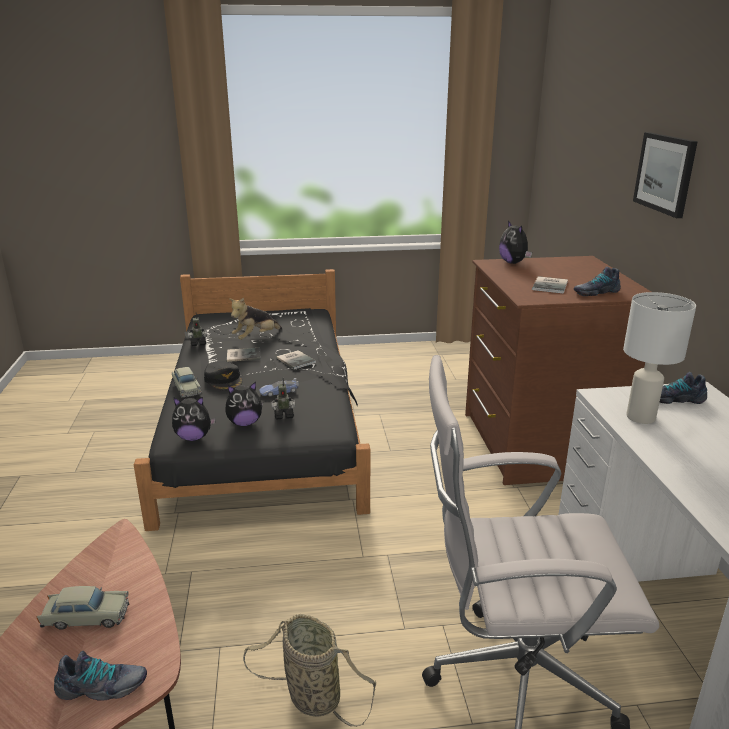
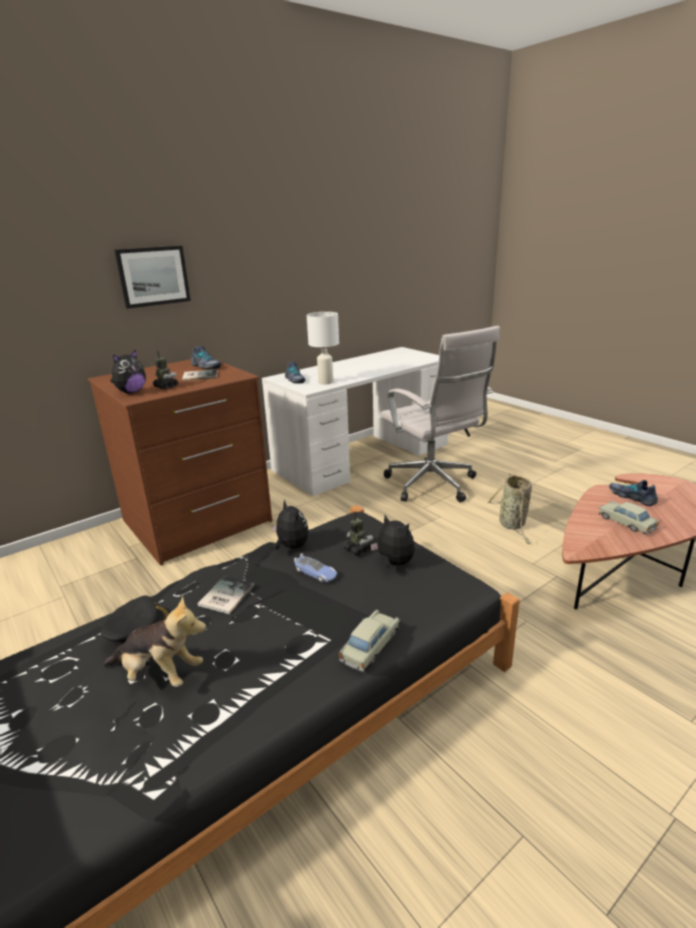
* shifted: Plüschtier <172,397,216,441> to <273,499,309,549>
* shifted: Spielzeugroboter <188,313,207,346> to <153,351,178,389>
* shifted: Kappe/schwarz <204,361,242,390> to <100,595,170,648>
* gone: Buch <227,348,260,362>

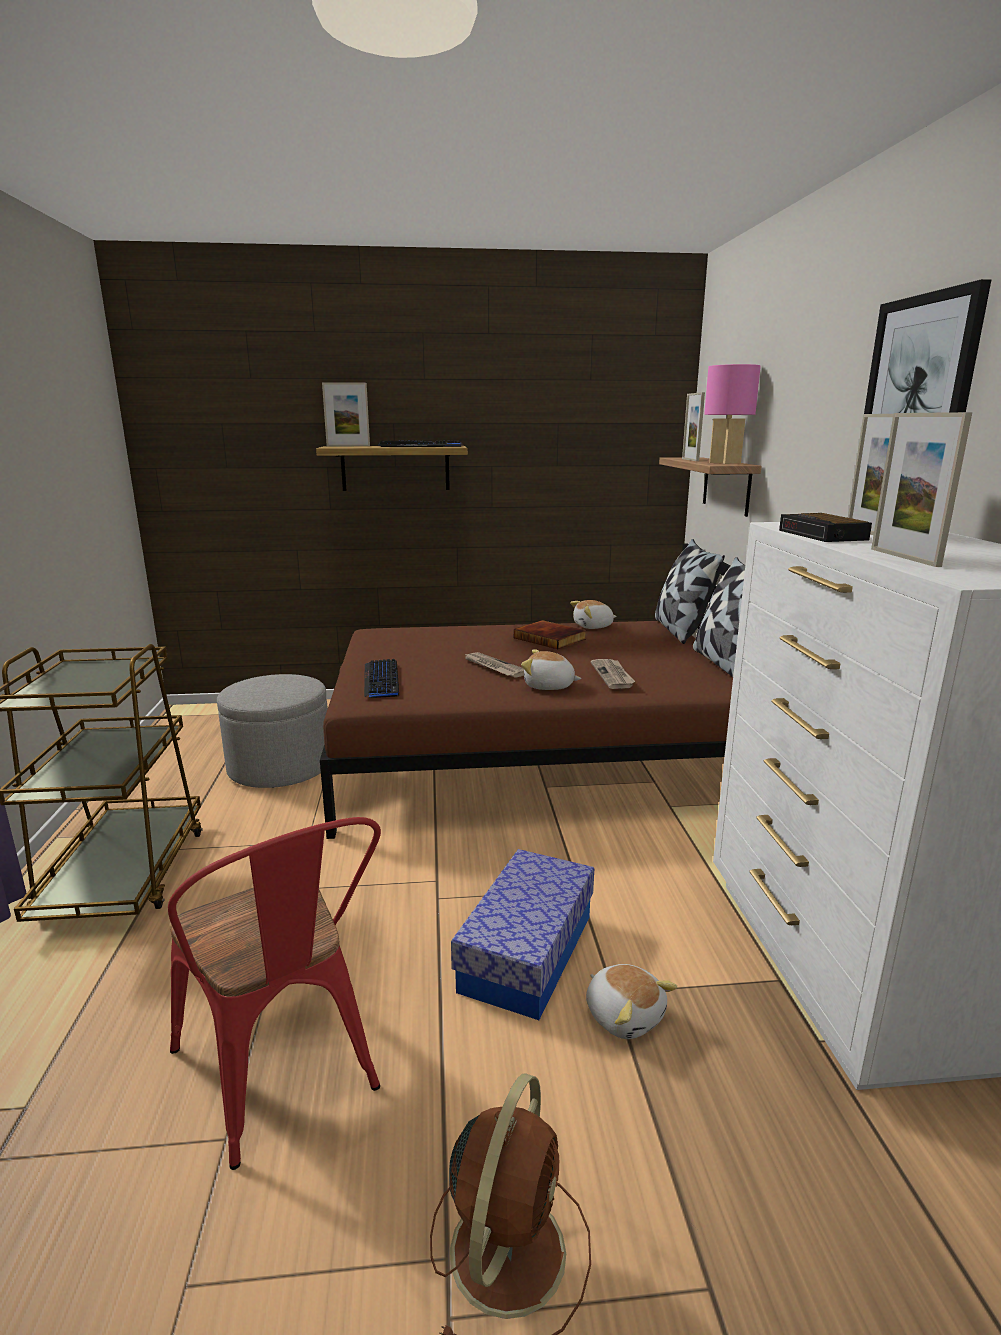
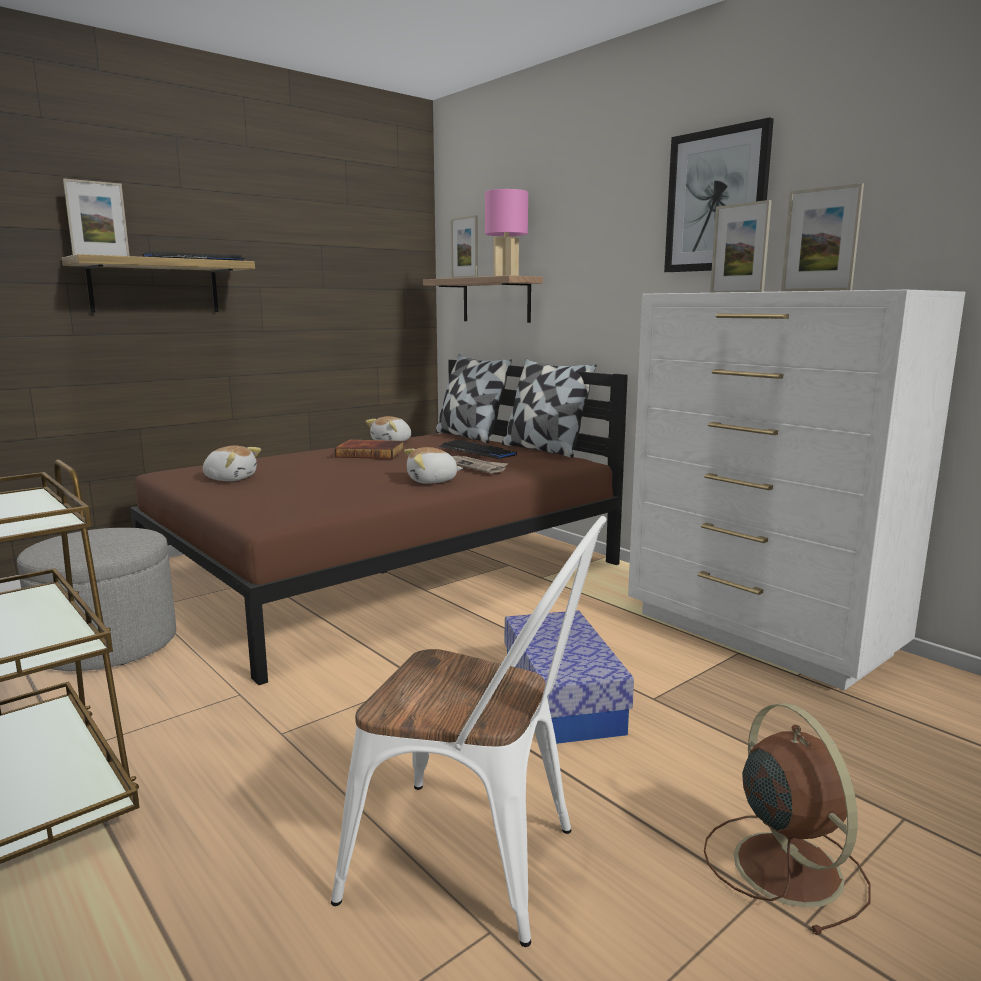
* repainted: Stuhl/rot <168,817,381,1170> to Stuhl/weiß <331,516,606,947>
* shifted: Tastatur <364,659,399,698> to <439,440,517,459>
* gone: Zeitung <464,652,524,678>
* shifted: Plüschtier <586,964,677,1039> to <203,445,261,481>
* gone: Wecker <779,513,872,542>

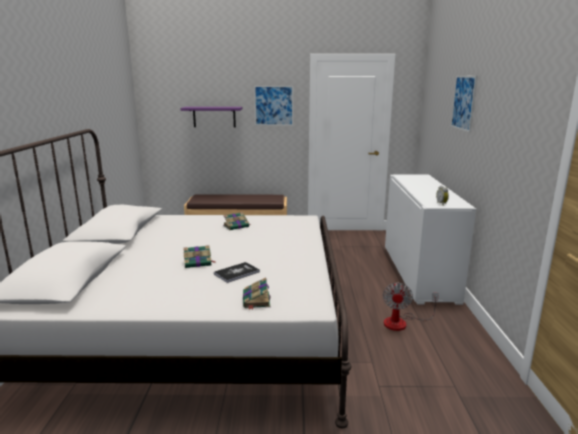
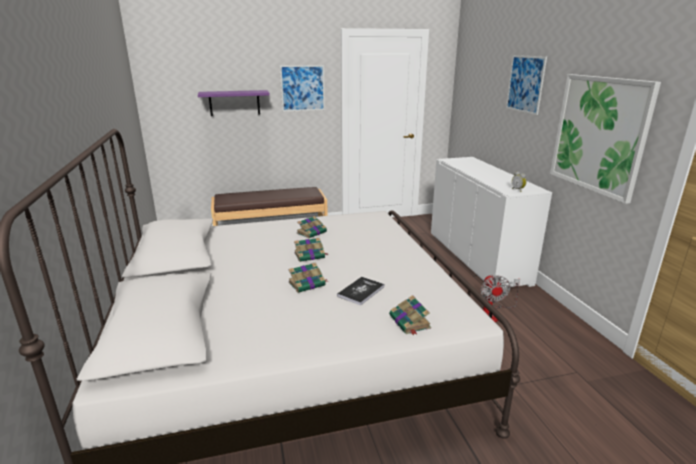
* new: Buch <294,238,329,262>
* new: Bild <550,74,661,204>

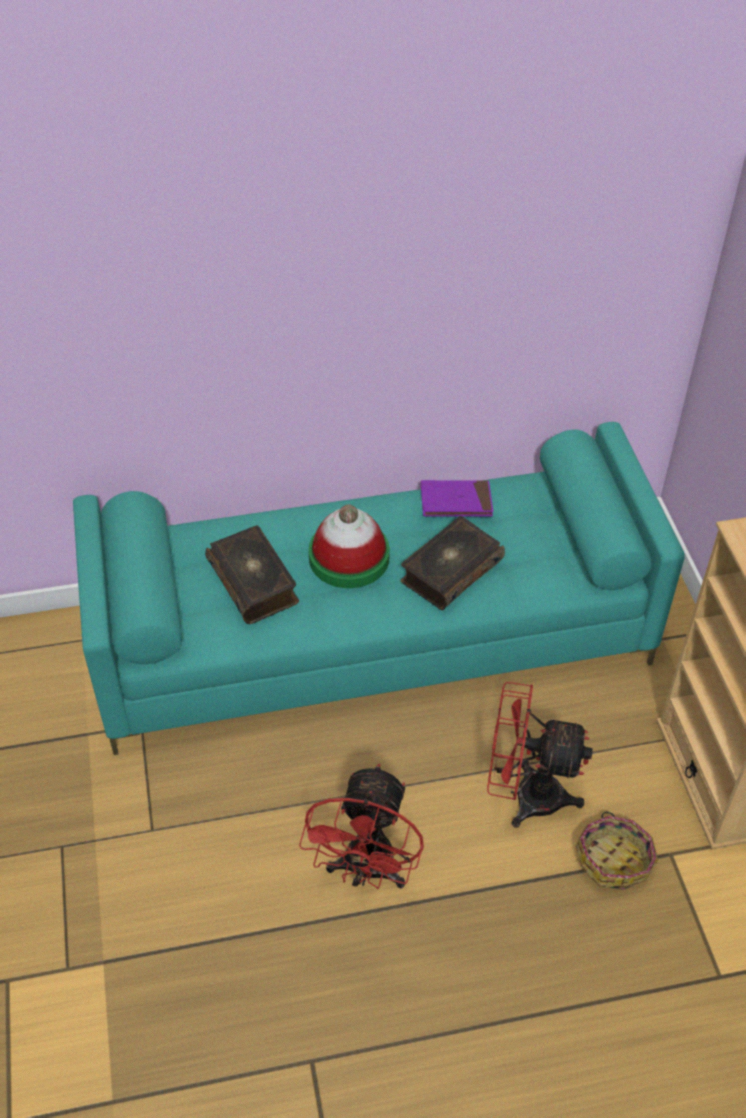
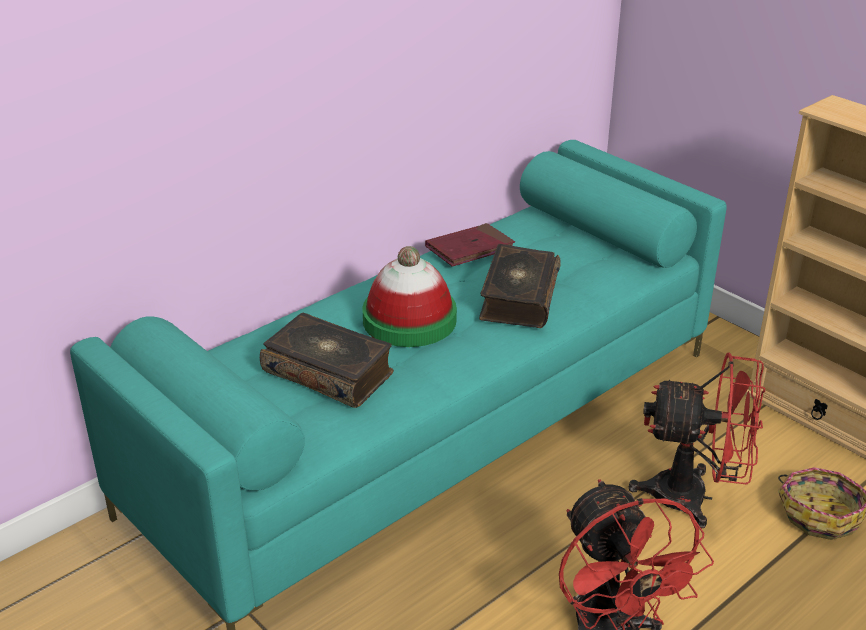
* repainted: Buch/lila <421,480,493,517> to Buch/rot <425,223,515,266>
* rotated: Ventilator/rot <487,682,593,828> = <629,353,765,528> 150 degrees counterclockwise

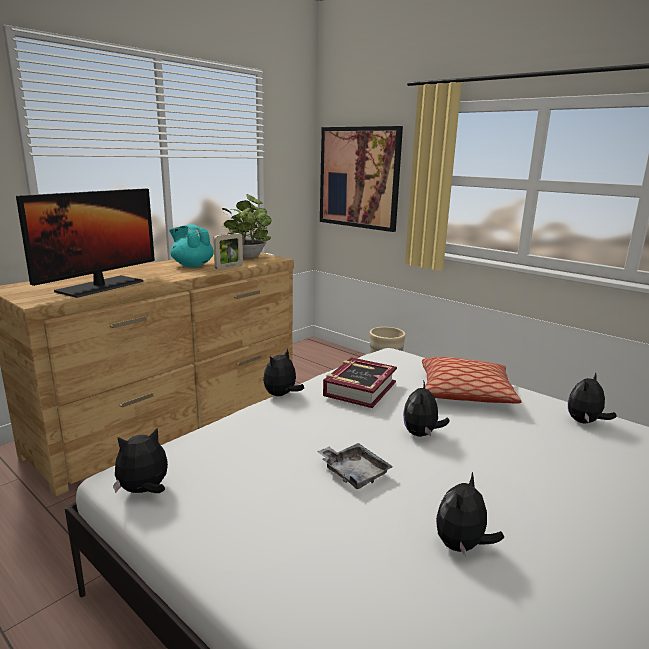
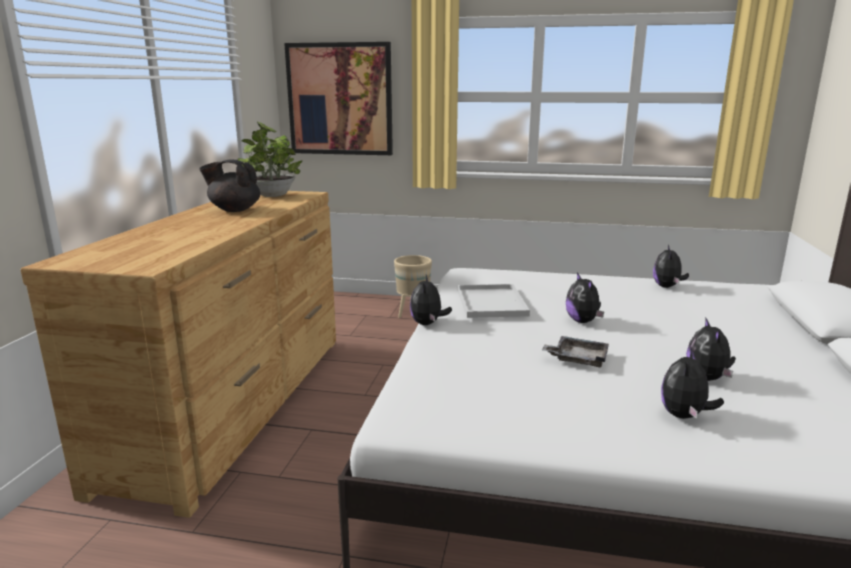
* gone: Monitor <16,188,155,298>
* shifted: Plüschtier <113,428,168,493> to <661,348,724,419>
* repainted: Teekanne/türkis <169,224,214,267> to Teekanne/schwarz <199,160,260,212>
* gone: Bilderrahmen <213,233,243,269>
* swapped: Buch <323,357,397,408> to Tablett/weiß <457,284,530,318>
* gone: Kissen <422,357,522,404>

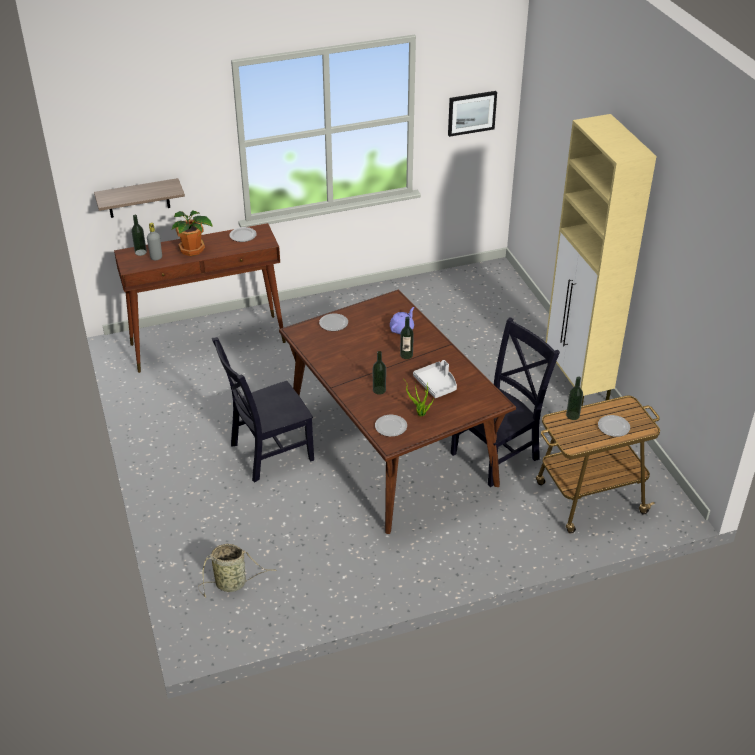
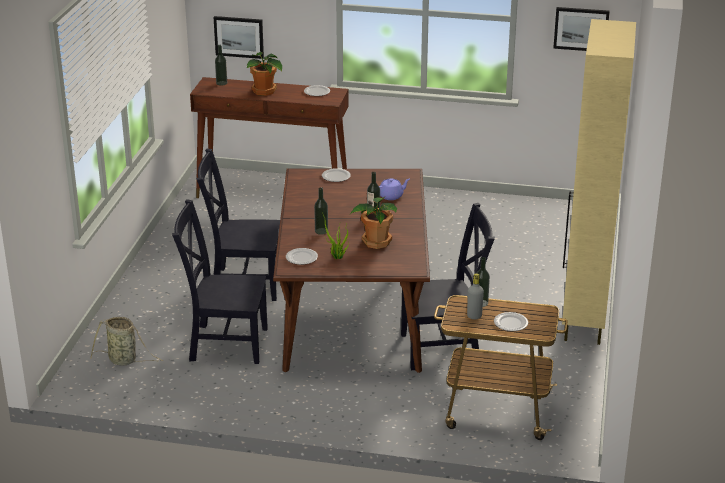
* swapped: Wandregal <94,178,185,218> to Bild <214,16,264,59>
* shifted: Flasche/grau <147,223,162,260> to <467,273,484,319>
* swapped: Tablett/grau <413,360,457,398> to Topfpflanze <350,196,397,249>
* new: Stuhl/schwarz <172,199,268,364>

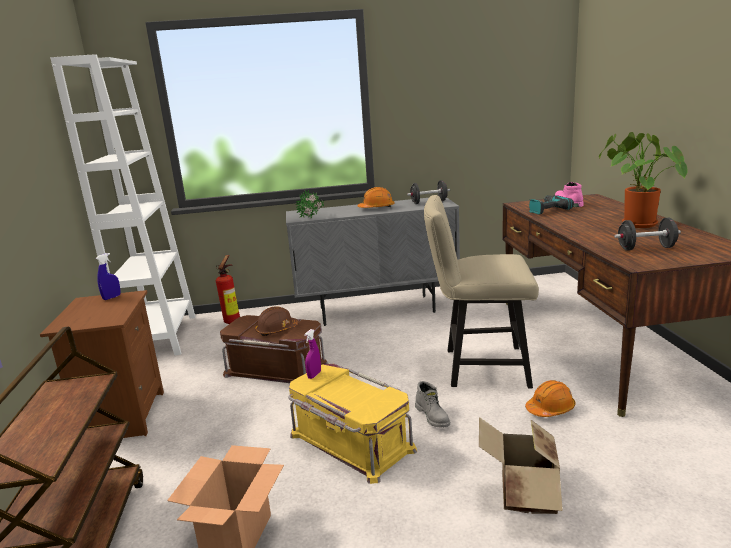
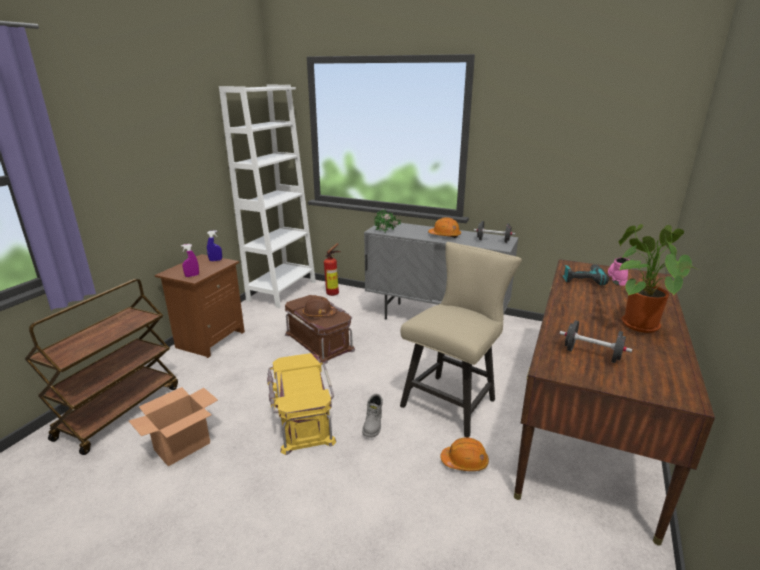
* shifted: Sprühflasche/lila <304,329,321,379> to <181,244,199,277>
* rotated: Stuhl/beige <424,195,539,388> = <400,242,522,438> 90 degrees clockwise
* gone: Karton <479,417,563,514>

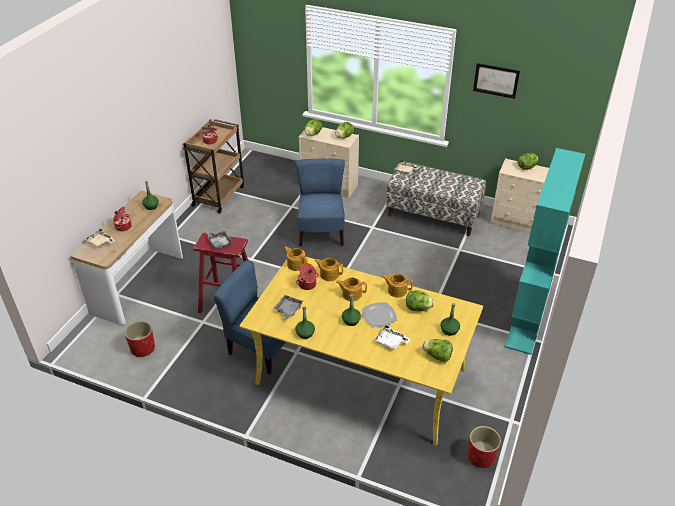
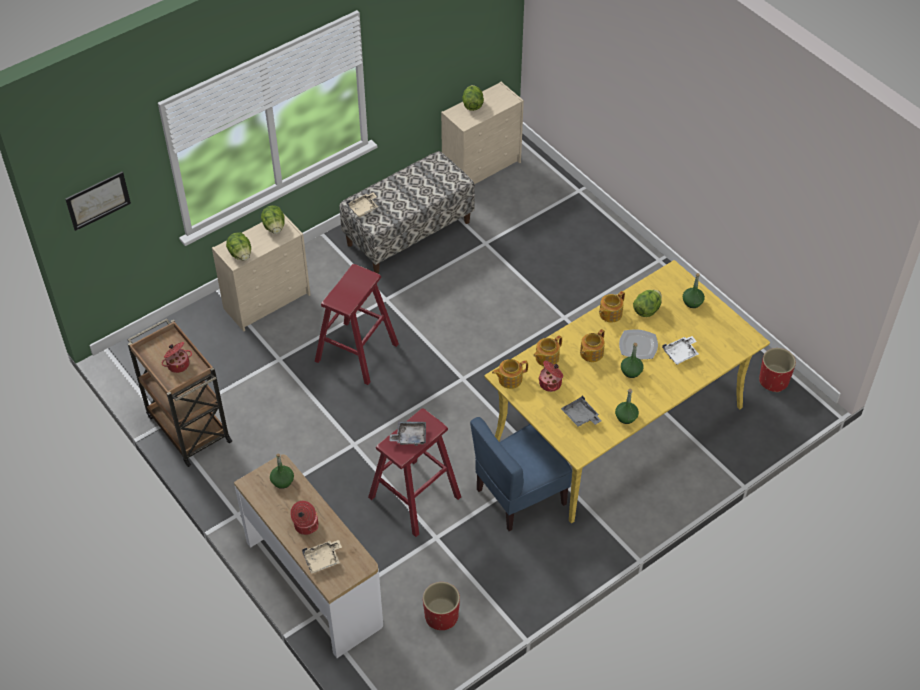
* swapped: Stuhl/blau <296,159,345,246> to Hocker/rot <315,264,399,385>
* gone: Salatkopf <422,339,453,362>
* shifted: Bild <473,63,520,99> to <65,172,131,231>
* gone: Bücherregal/türkis <505,148,585,355>

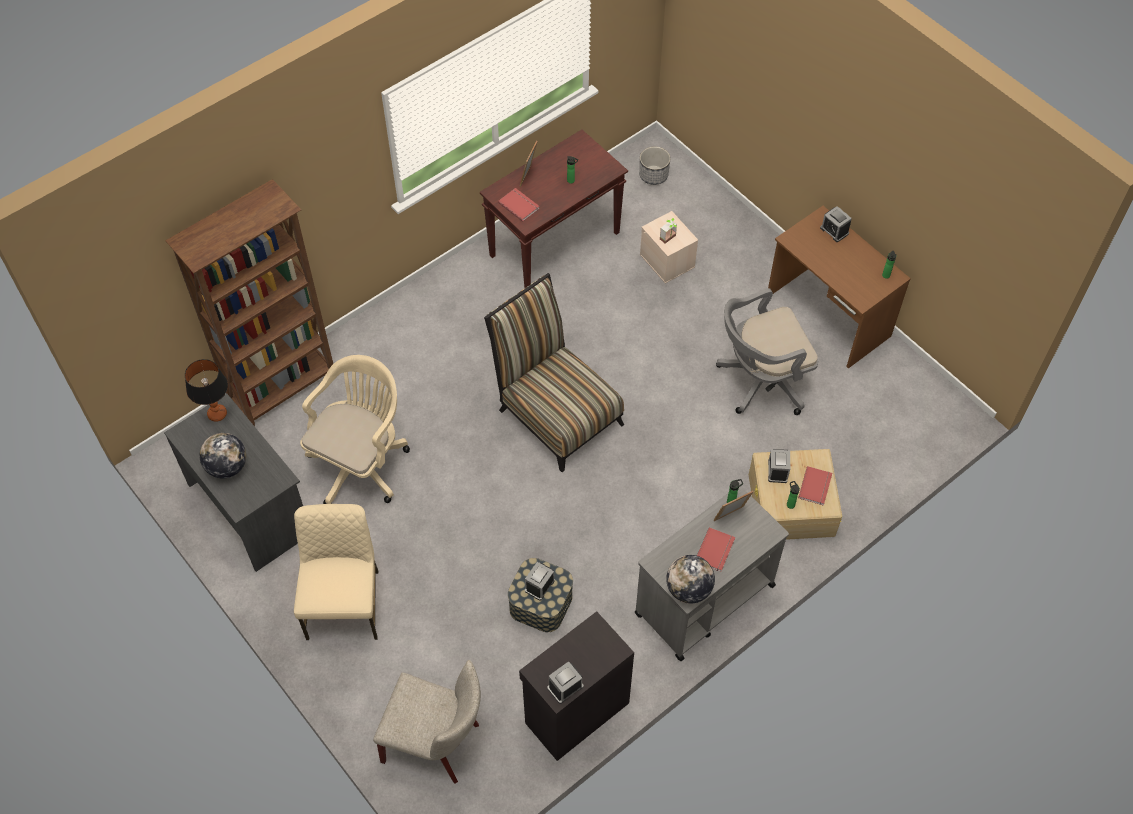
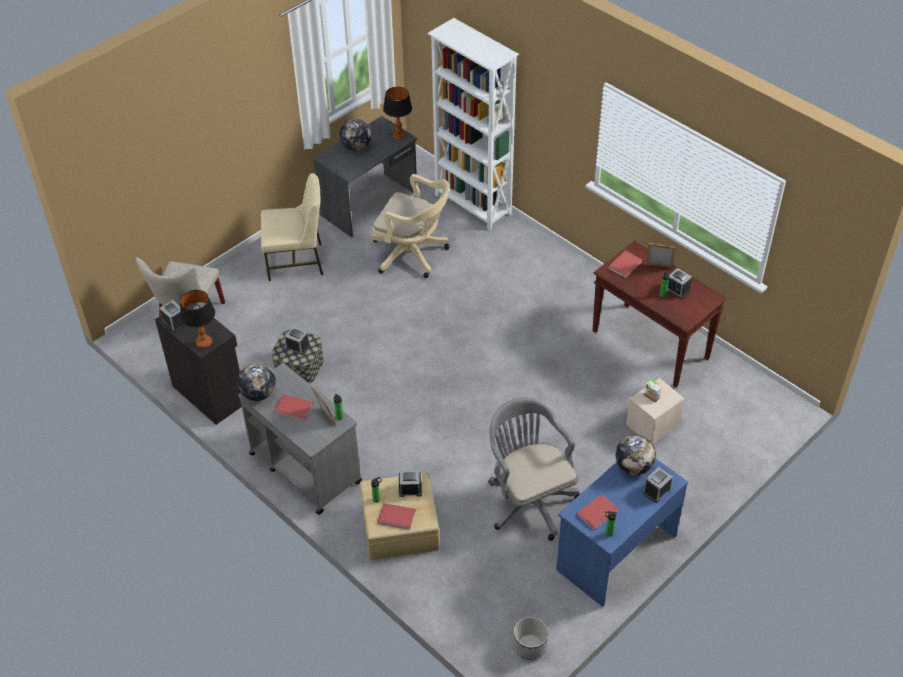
* repainted: Bücherregal/braun <165,179,333,426> to Bücherregal/weiß <427,18,519,231>
* gone: Stuhl <484,273,624,472>
* shifted: Pflanzkübel <639,146,670,185> to <514,617,548,660>
* repainted: Schreibtisch/braun <768,206,911,369> to Schreibtisch/blau <556,459,688,607>
* new: Tischlampe <180,290,215,348>
* new: Buch/rot <576,494,619,530>
* new: Globus <615,434,656,475>
* new: Wecker <667,268,692,299>

